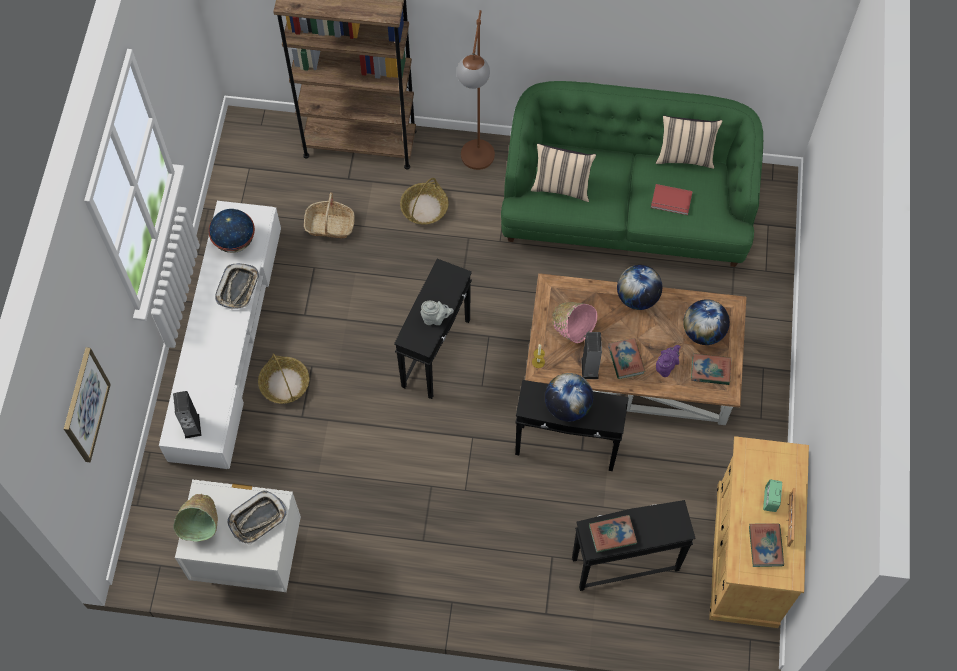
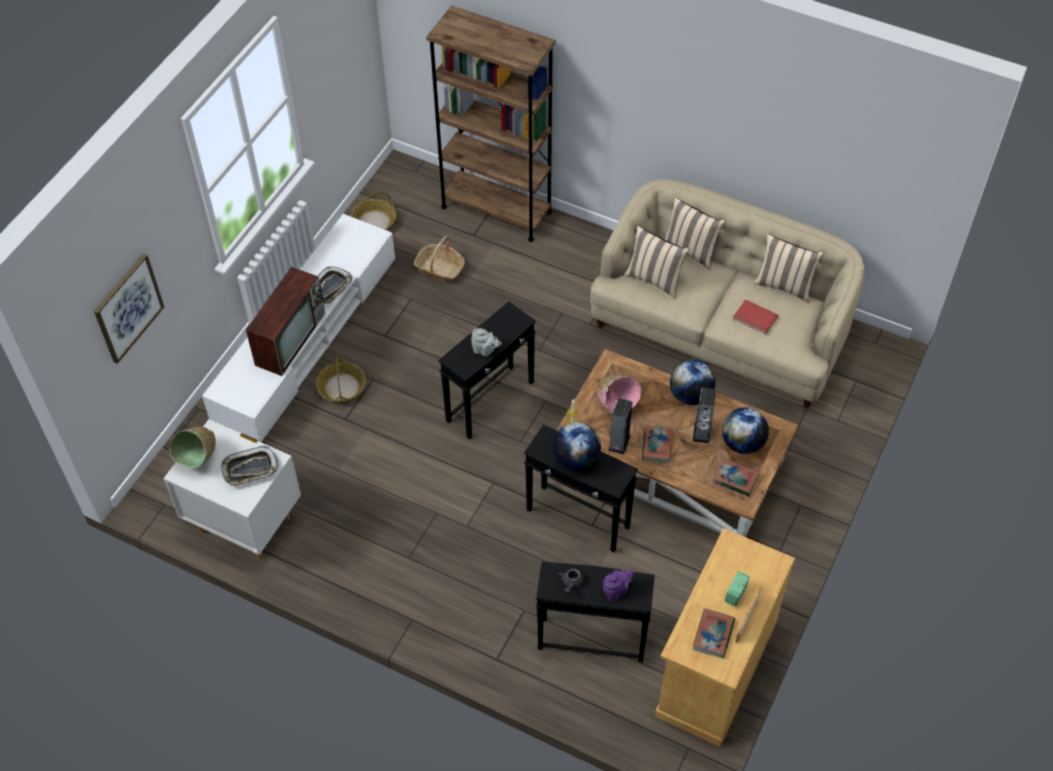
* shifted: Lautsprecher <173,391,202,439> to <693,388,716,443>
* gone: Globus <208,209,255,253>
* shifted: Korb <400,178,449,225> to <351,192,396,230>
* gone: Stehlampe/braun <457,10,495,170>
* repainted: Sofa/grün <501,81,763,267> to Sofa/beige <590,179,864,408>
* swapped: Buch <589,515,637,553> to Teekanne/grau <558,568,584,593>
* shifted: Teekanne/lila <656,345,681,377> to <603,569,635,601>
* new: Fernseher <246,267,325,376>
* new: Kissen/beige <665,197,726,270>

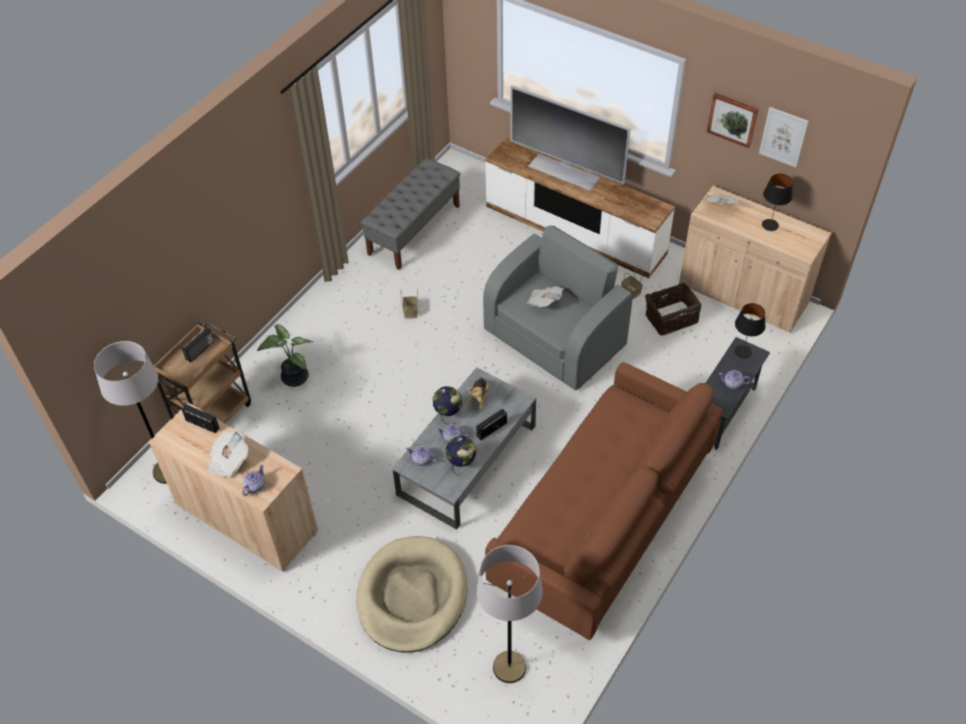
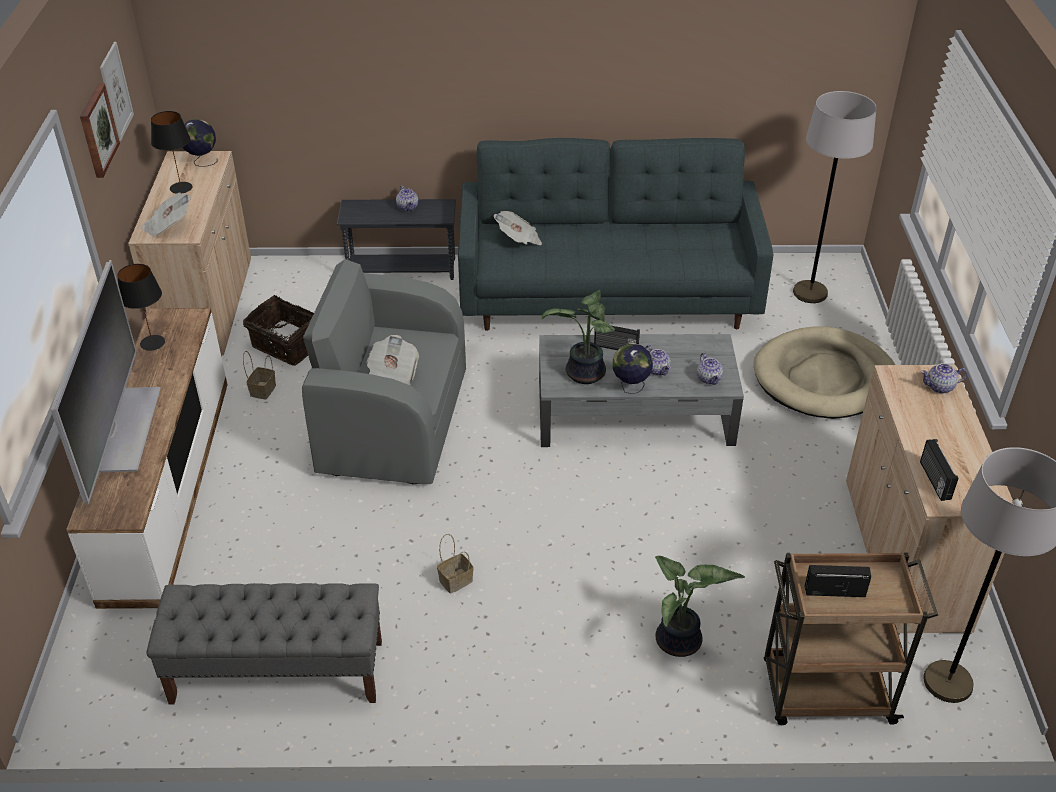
* shifted: Zeitung <207,431,248,478> to <494,211,542,245>
* shifted: Globus <446,436,476,476> to <183,119,218,167>
* swapped: Plüschtier <467,377,489,410> to Topfpflanze <542,290,615,384>
* repainted: Sofa/braun <485,362,723,640> to Sofa/grau <458,138,773,331>
* shifted: Tischlampe/schwarz <734,303,765,359> to <117,264,165,351>

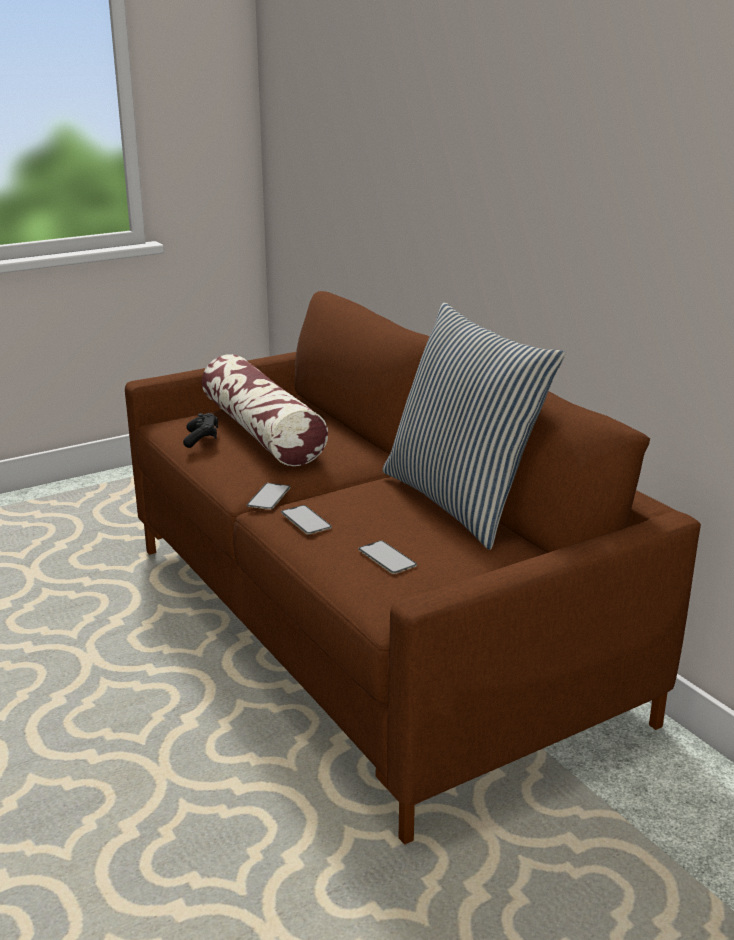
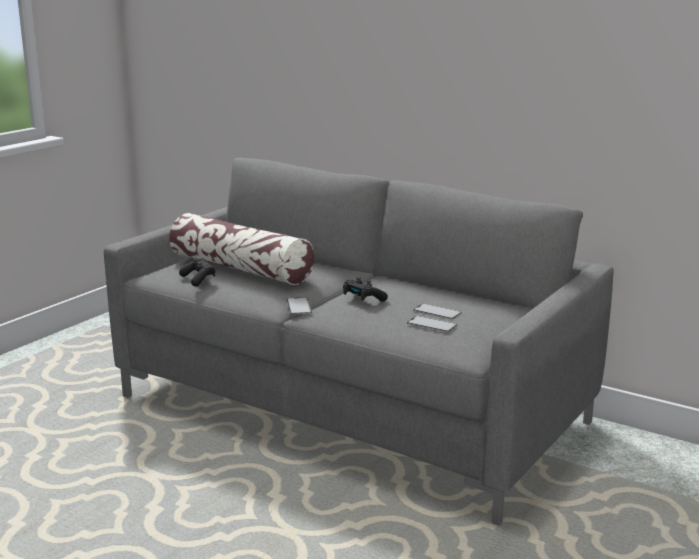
* repainted: Sofa/braun <125,291,701,844> to Sofa/grau <104,158,614,526>
* shifted: Handy <281,505,332,534> to <413,303,462,319>
* gone: Kissen <382,302,565,550>
* new: Gamepad/schwarz <343,277,388,302>

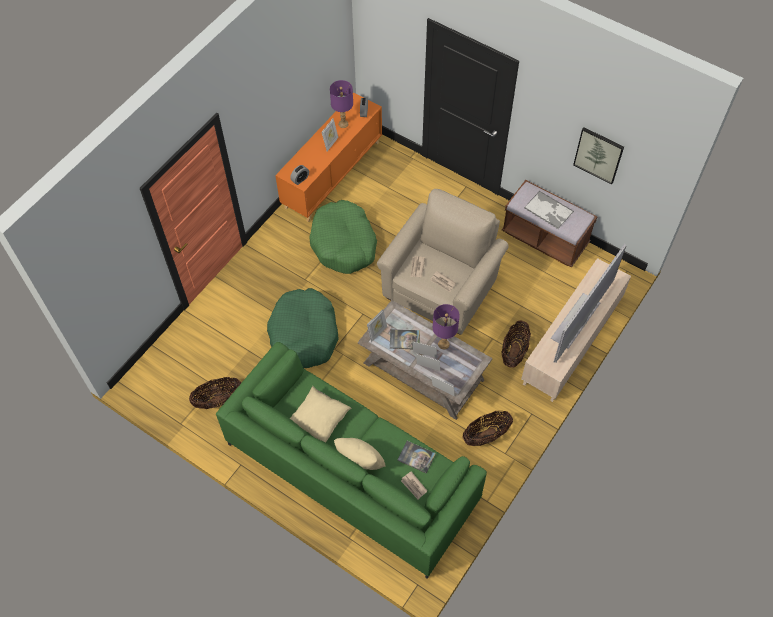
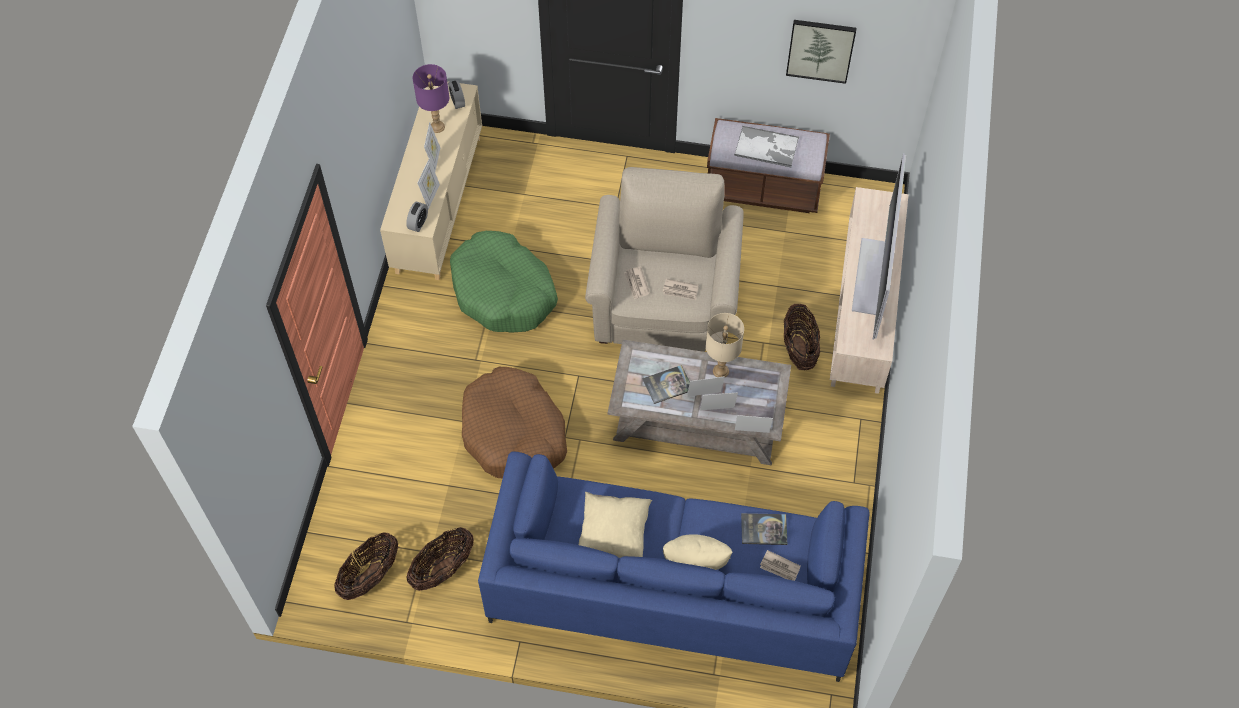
* repainted: Sofa/grün <216,342,487,579> to Sofa/blau <478,452,870,682>
* repainted: Hundebett/grün <267,288,339,369> to Hundebett/braun <462,367,567,479>
* repainted: Schrank/orange <275,93,382,222> to Schrank/beige <380,81,482,280>
* shifted: Bilderrahmen <367,309,387,342> to <417,158,440,209>
* repainted: Tischlampe/lila <433,304,460,349> to Tischlampe/beige <706,313,744,377>
* shifted: Korb <463,411,513,446> to <334,532,399,600>

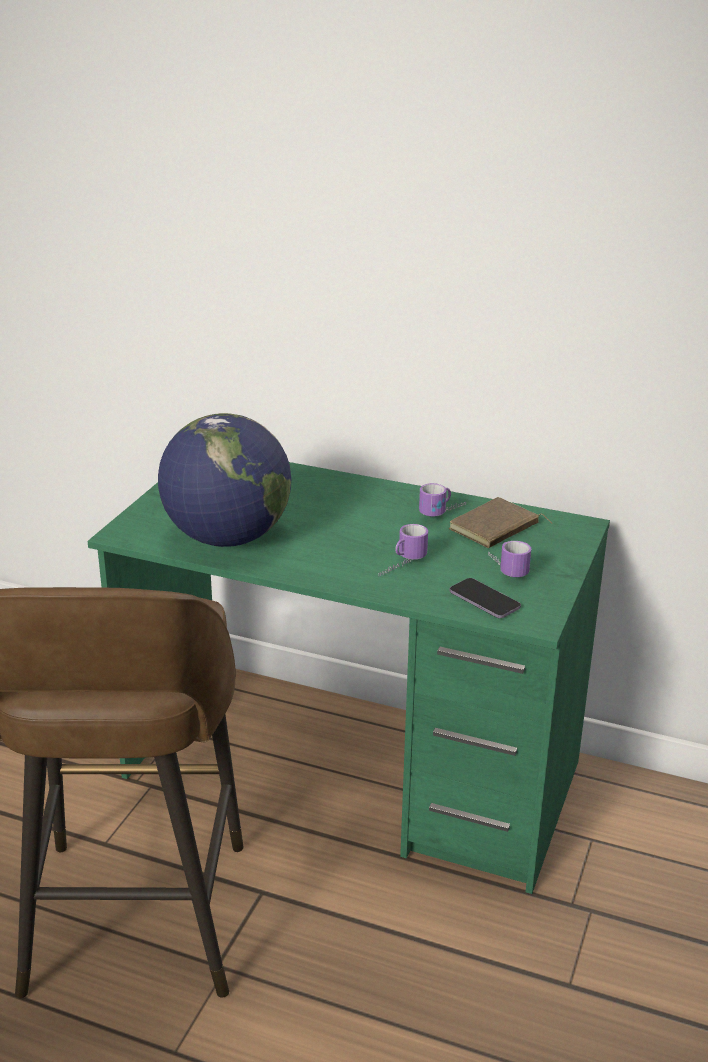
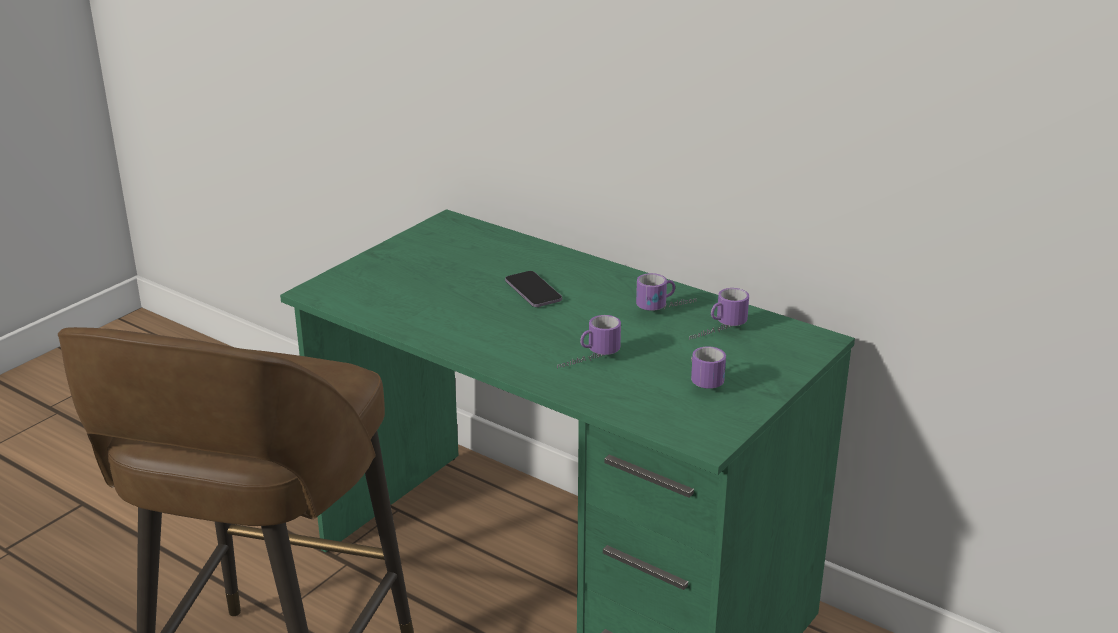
* gone: Globus <158,413,291,547>
* swapped: Buch/braun <449,497,552,548> to Henkelbecher <689,288,749,340>
* shifted: Handy <449,578,521,618> to <505,271,562,307>

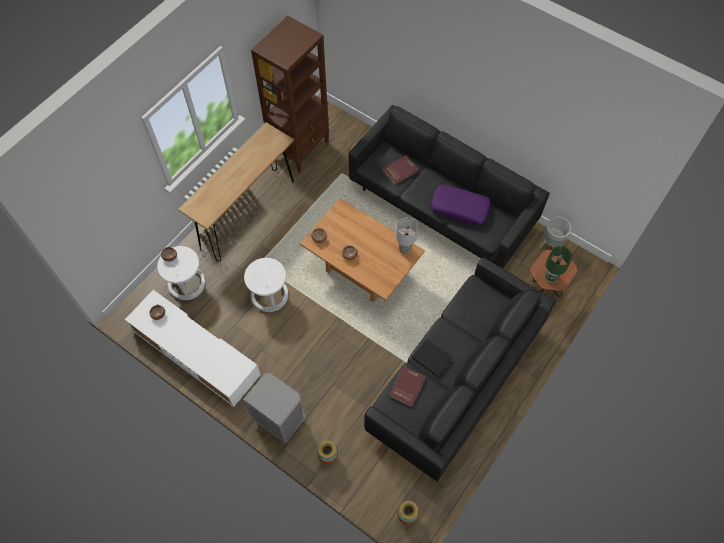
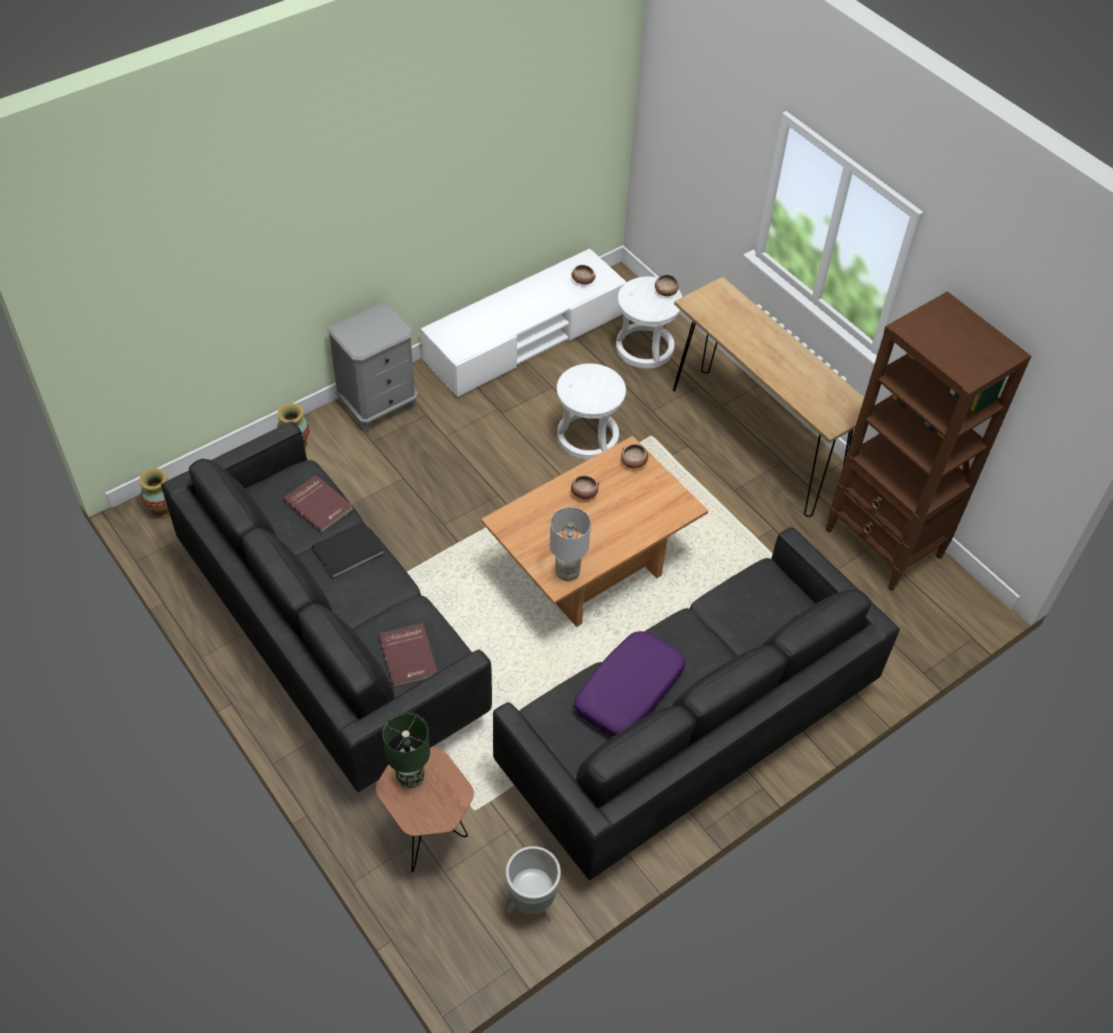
* shifted: Buch/rot <382,155,419,185> to <378,623,438,687>

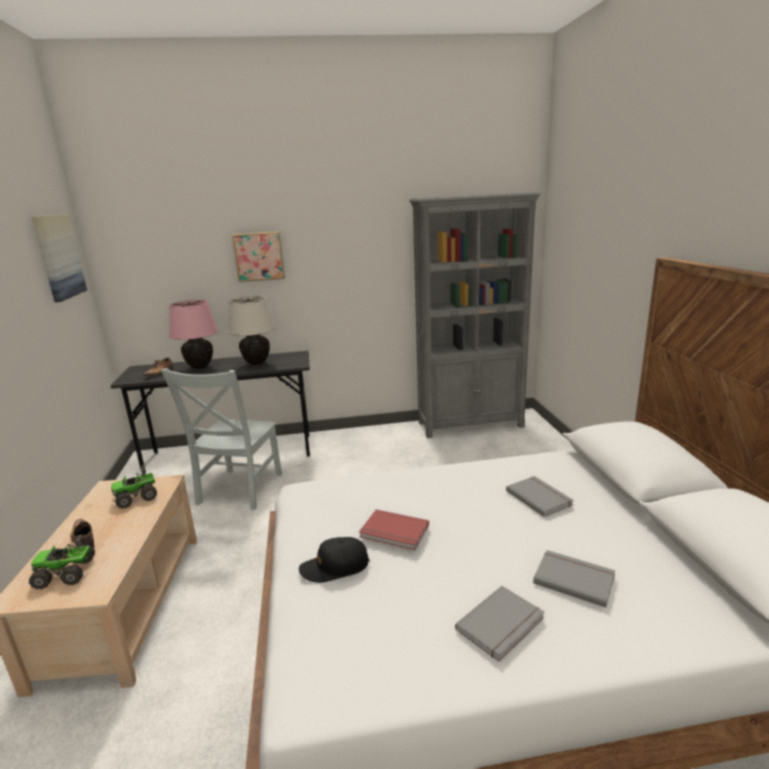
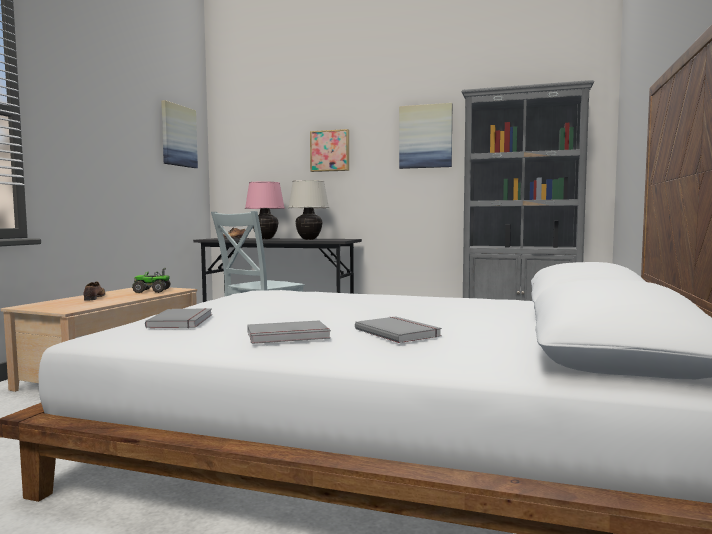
* gone: Spielzeuglaster <29,535,95,589>
* gone: Kappe/schwarz <299,537,370,583>
* gone: Buch/rot <359,509,429,550>
* shifted: Buch/grau <506,476,574,517> to <145,308,212,328>
* new: Bild <399,103,452,169>

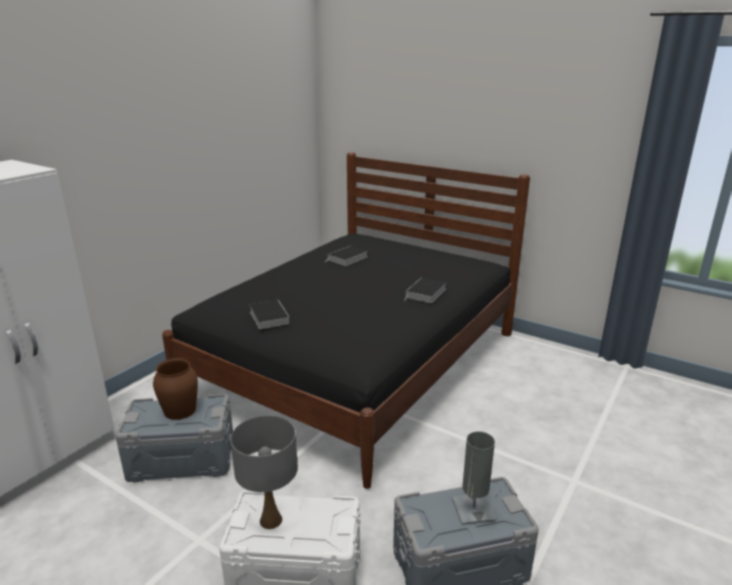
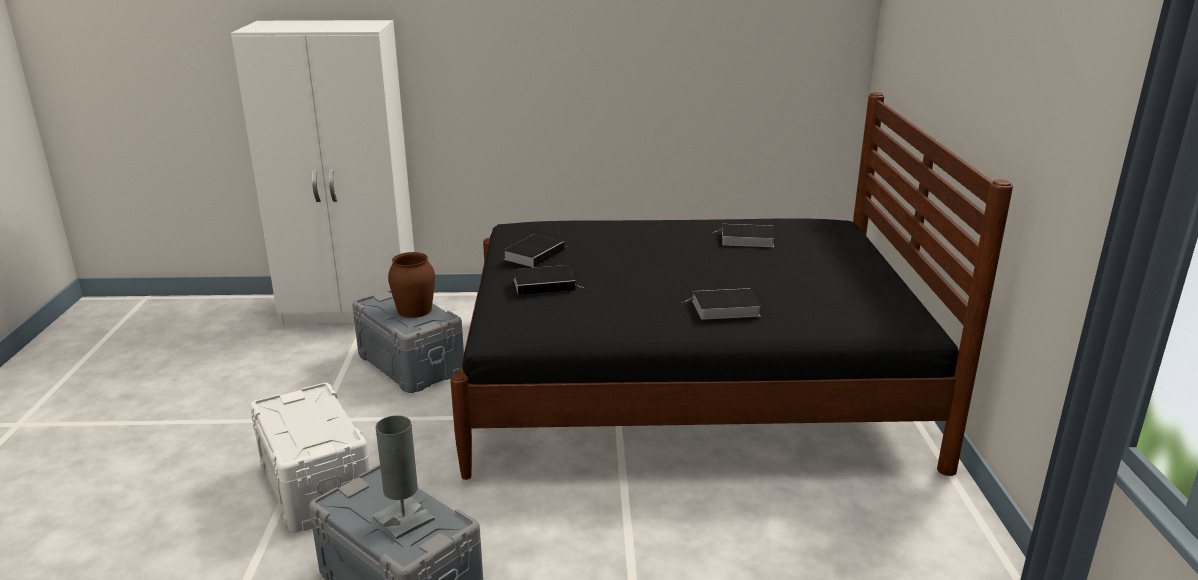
* gone: Tischlampe/grau <230,415,298,529>
* new: Buch <513,265,586,295>

